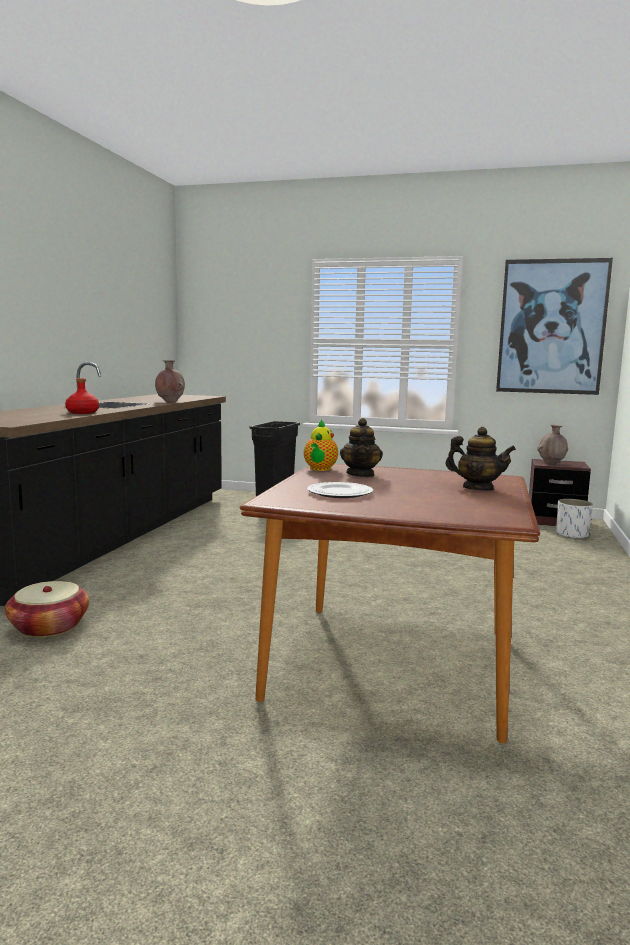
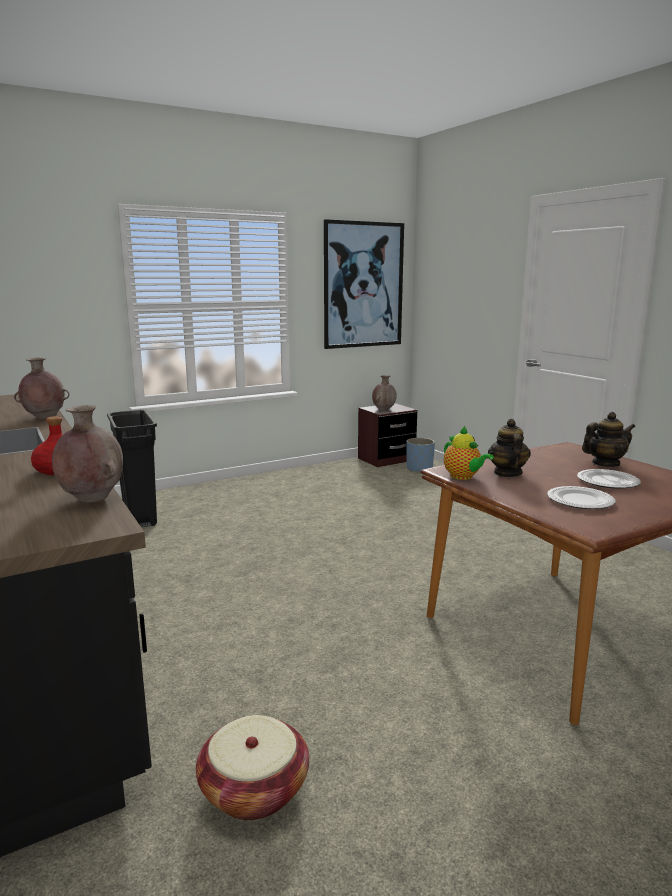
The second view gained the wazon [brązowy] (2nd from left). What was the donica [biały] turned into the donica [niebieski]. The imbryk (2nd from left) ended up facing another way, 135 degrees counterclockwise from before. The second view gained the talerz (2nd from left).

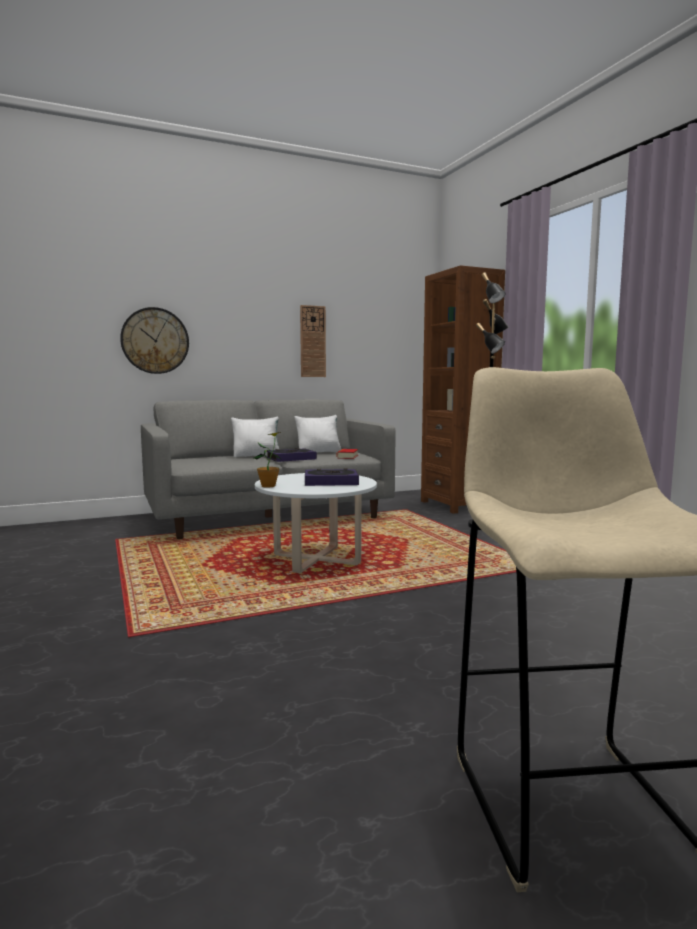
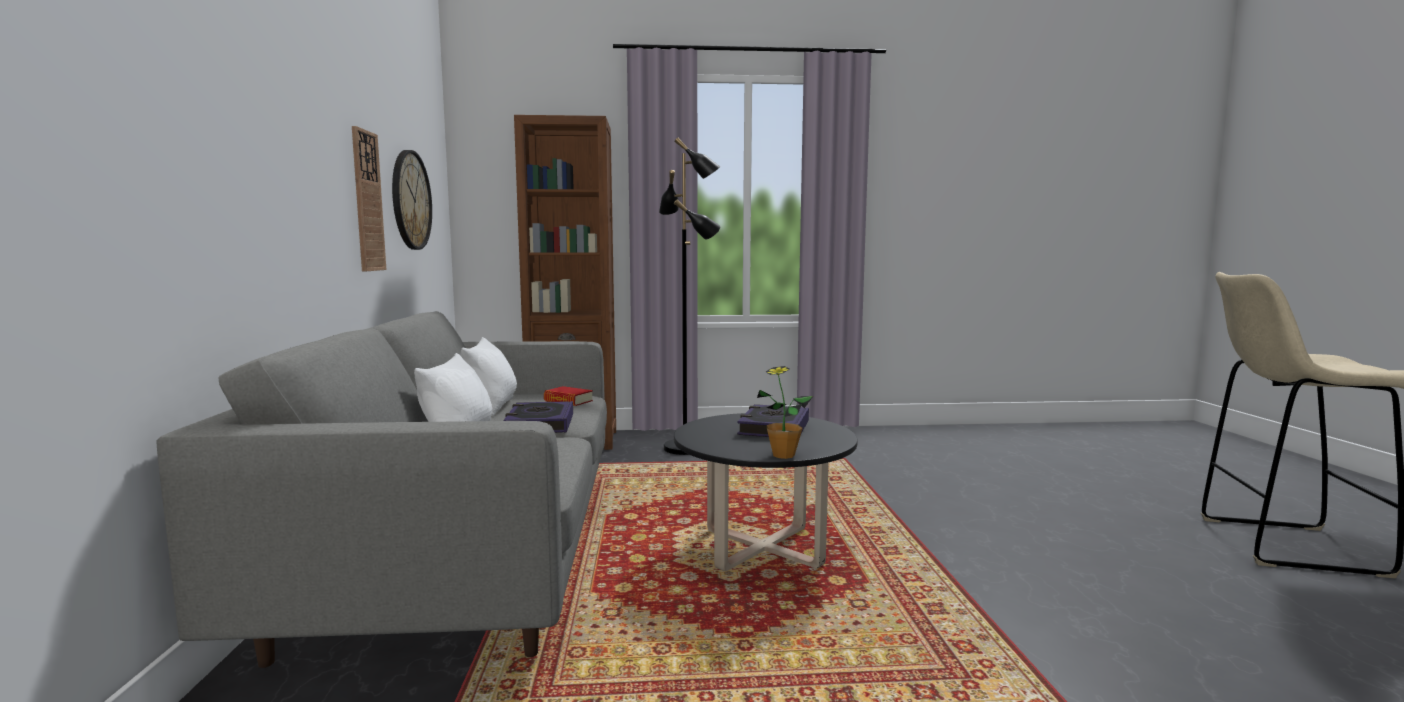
The zegar ścienny (1st from left in the first image) ended up elsewhere. What was the ława [biały] turned into the ława [czarny].

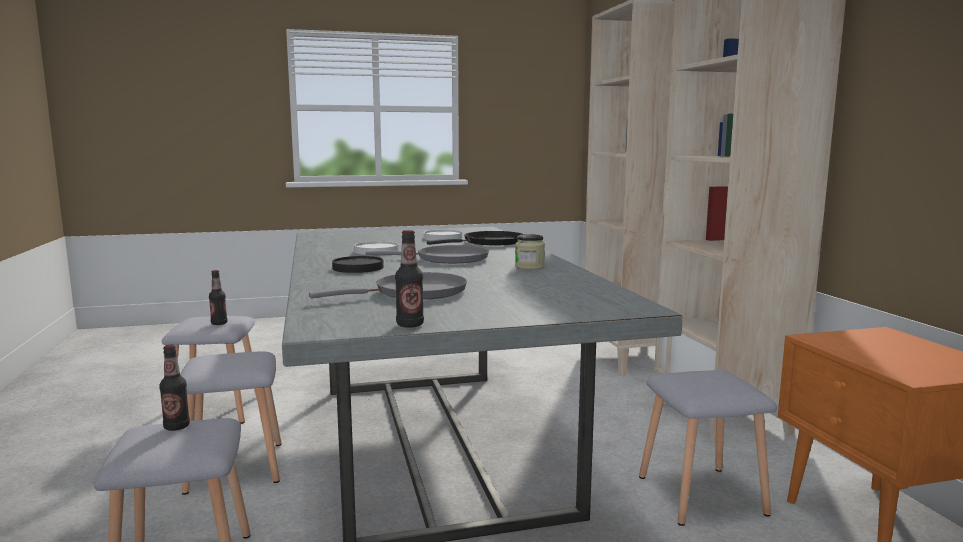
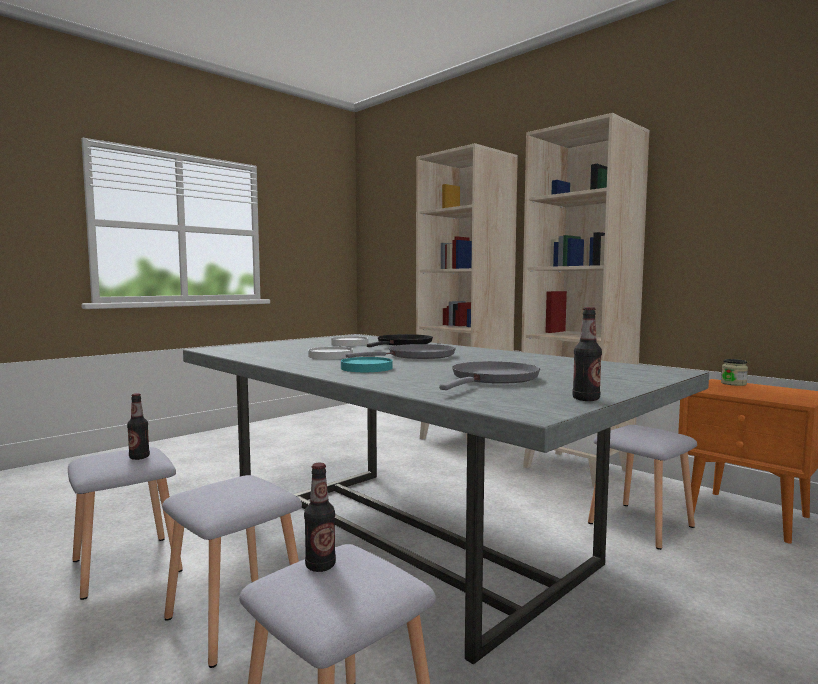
What was the talerz [czarny] turned into the talerz [turkusowy]. The słoik ended up elsewhere.

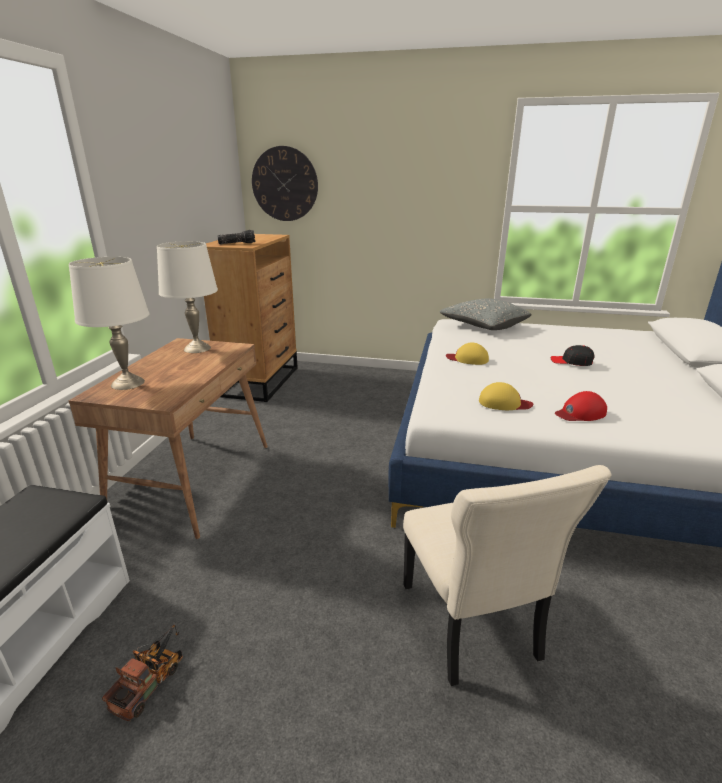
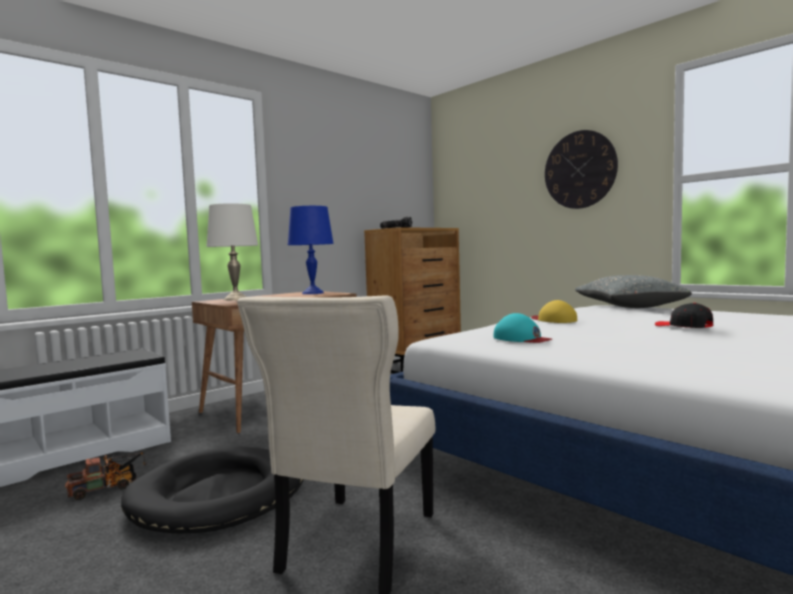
The second view gained the legowisko [czarny]. What was the lampa stołowa [biały] (2nd from left) turned into the lampa stołowa [niebieski]. What was the czapka z daszkiem [żółty] (2nd from left) turned into the czapka z daszkiem [turkusowy]. The zegar ścienny ended up elsewhere. The second view lost the czapka z daszkiem [czerwony].

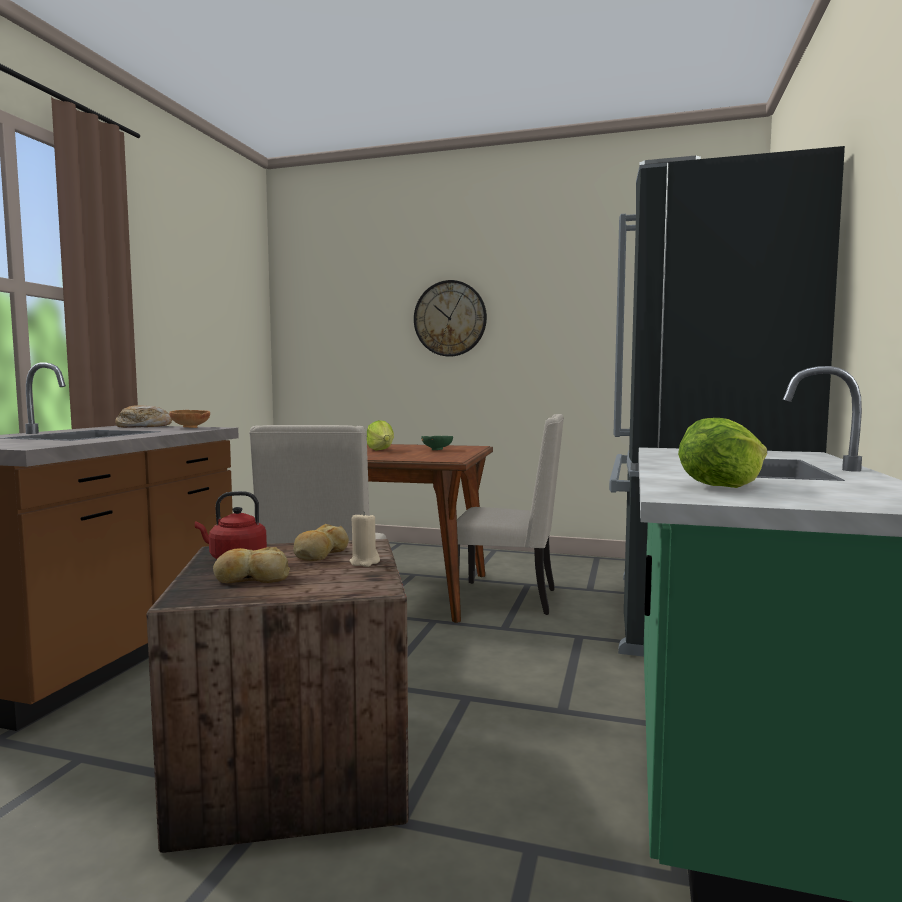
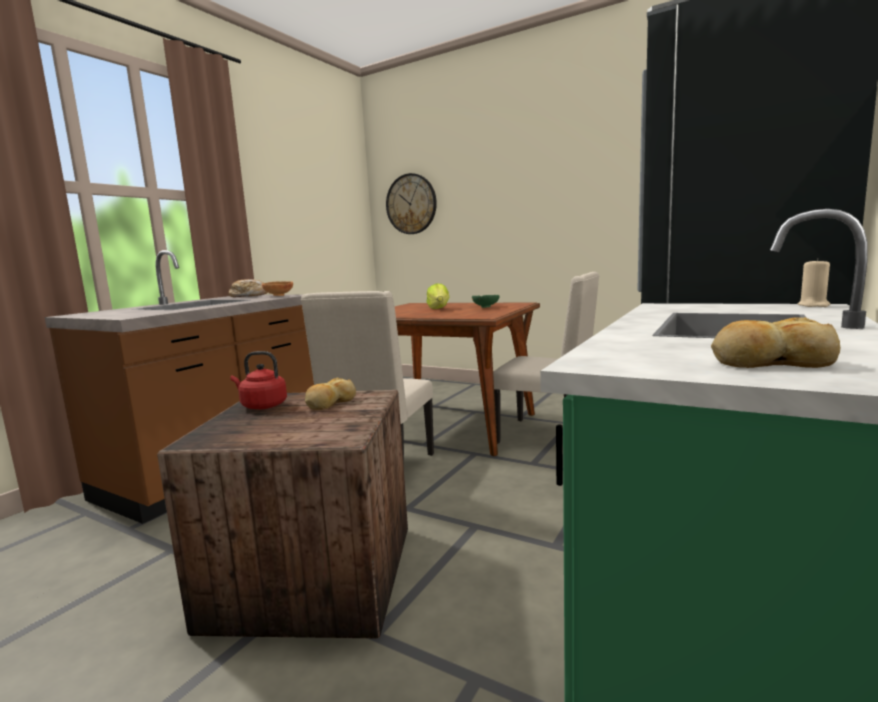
The zegar ścienny ended up elsewhere. The chleb (2nd from left in the first image) ended up elsewhere. The świeca [beżowy] ended up elsewhere. The second view lost the sałata (2nd from left).

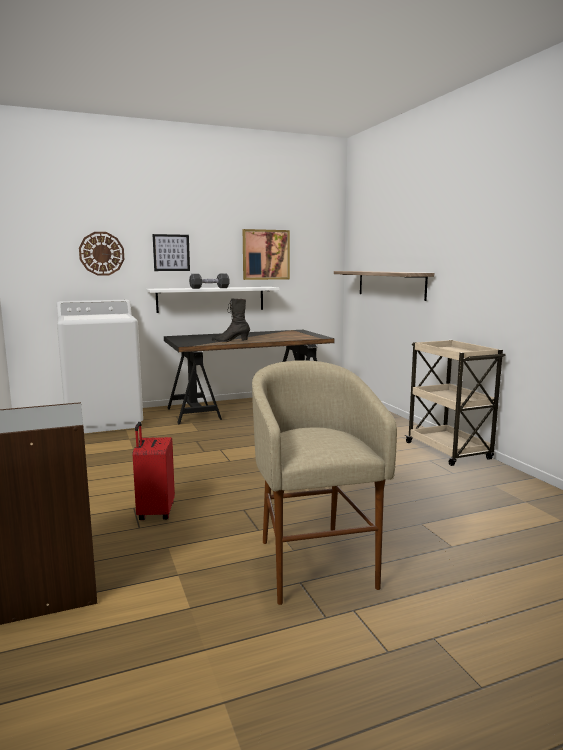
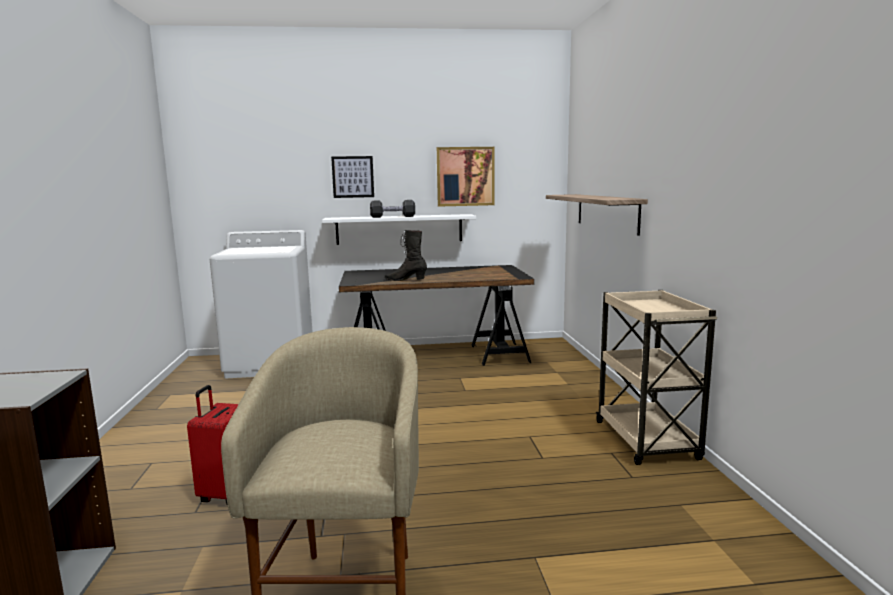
The second view lost the zegar ścienny.

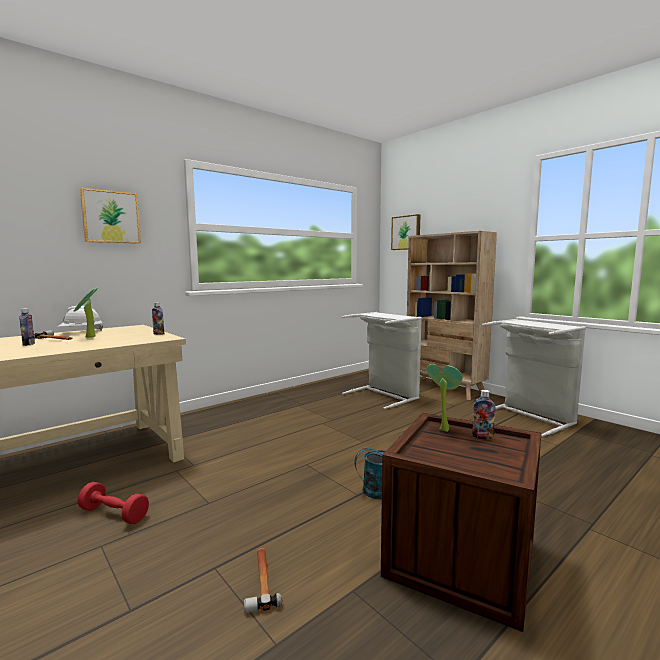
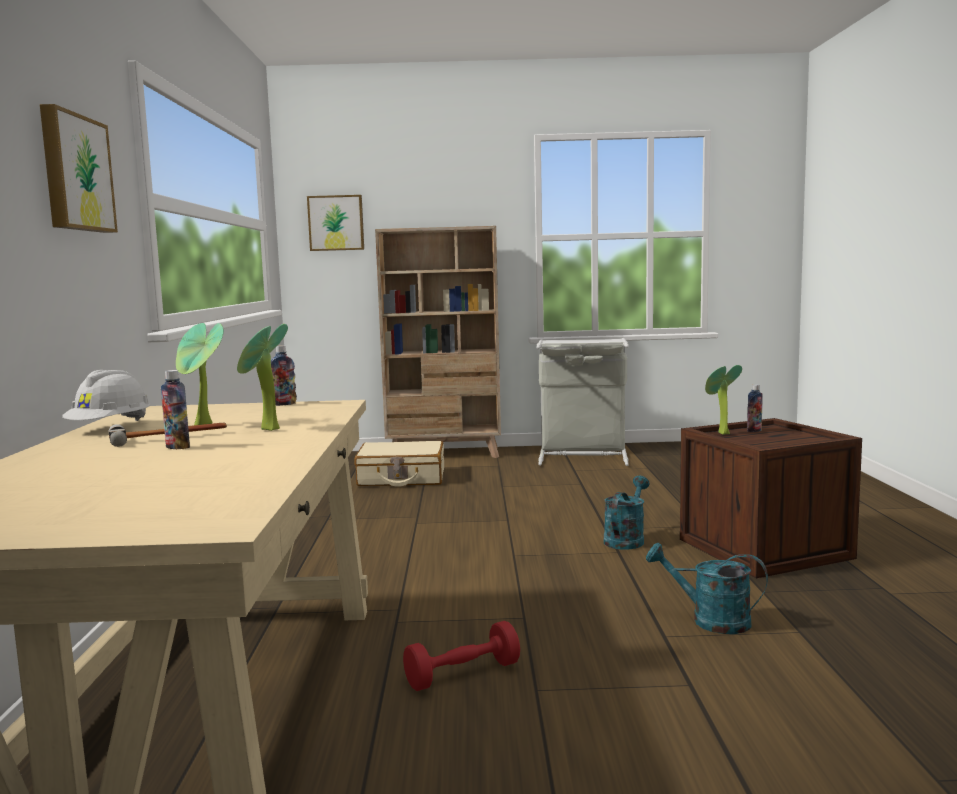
The second view gained the roślina doniczkowa (2nd from left). Where the kosz na pranie [szary] (1st from left) stood, the walizka [beżowy] came to stand. Where the młotek (2nd from left) stood, the konewka [turkusowy] (2nd from left) came to stand.

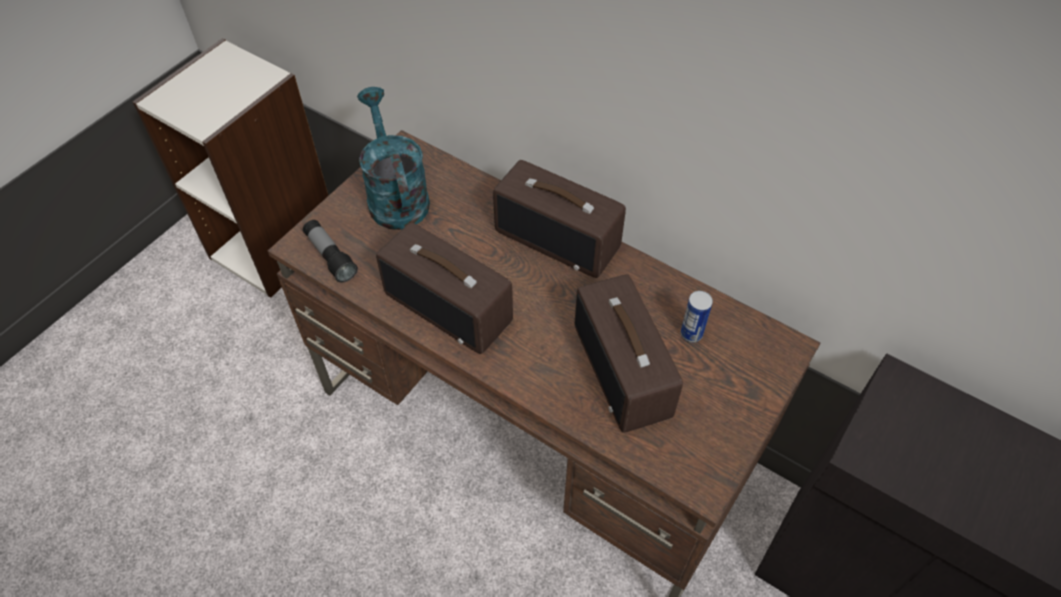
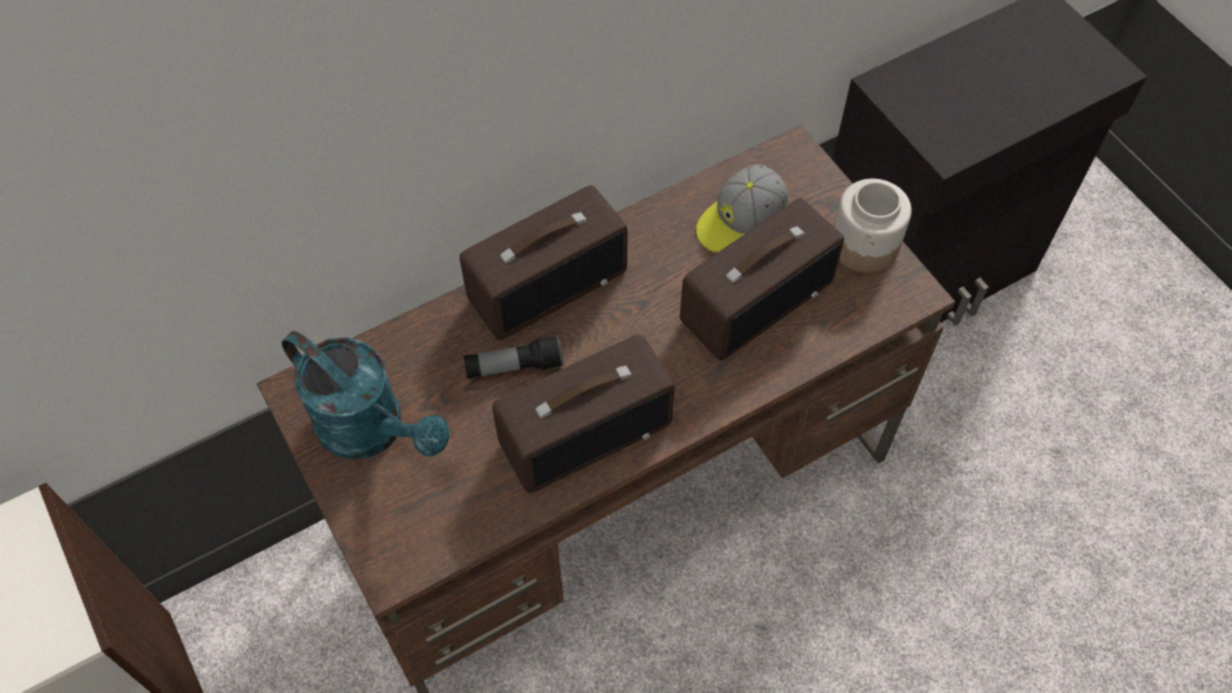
The konewka [turkusowy] ended up facing another way, 150 degrees counterclockwise from before. The latarka ended up elsewhere. The radio (3rd from left) ended up facing another way, 45 degrees counterclockwise from before. Where the puszka stood, the czapka z daszkiem came to stand. The second view gained the słoik.

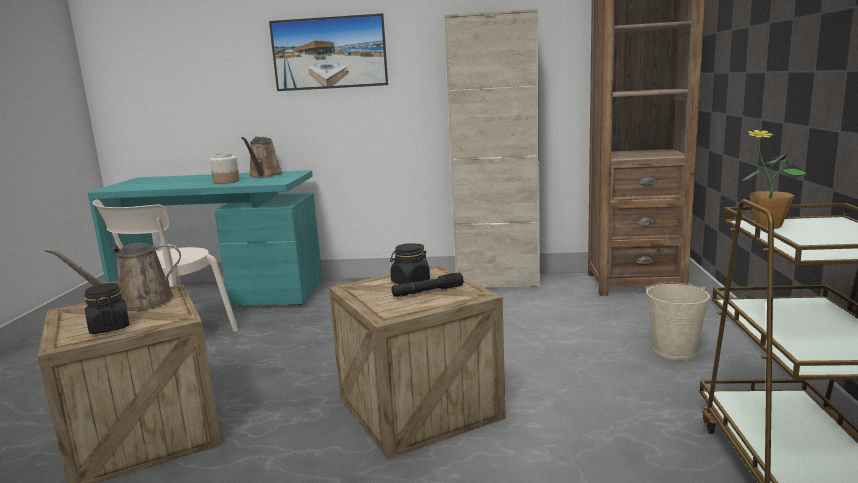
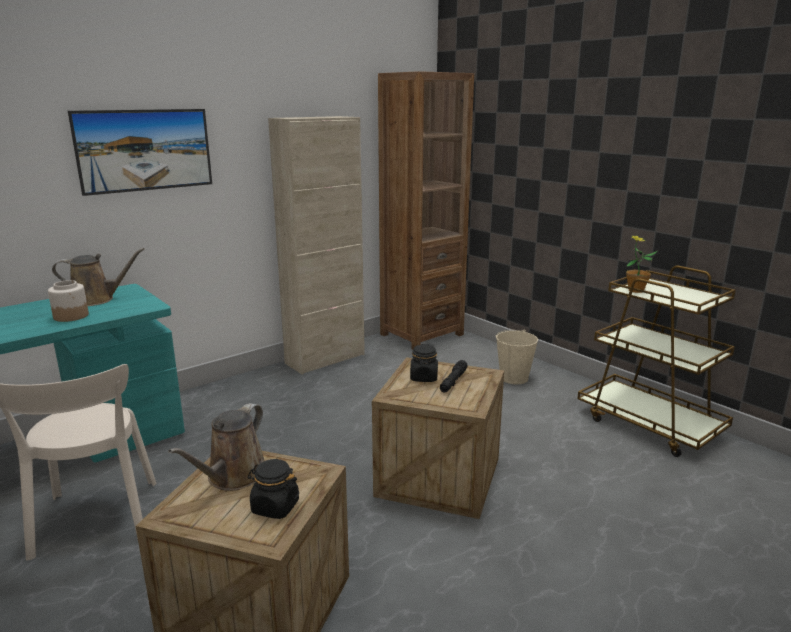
The konewka [brązowy] (2nd from left in the first image) ended up facing another way, 60 degrees counterclockwise from before.

